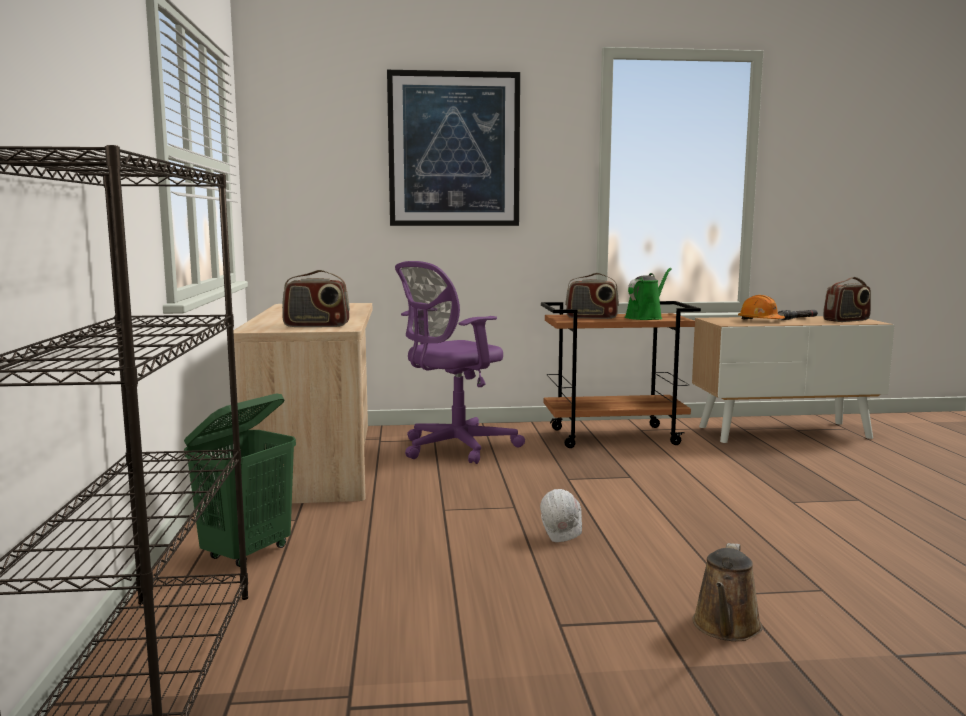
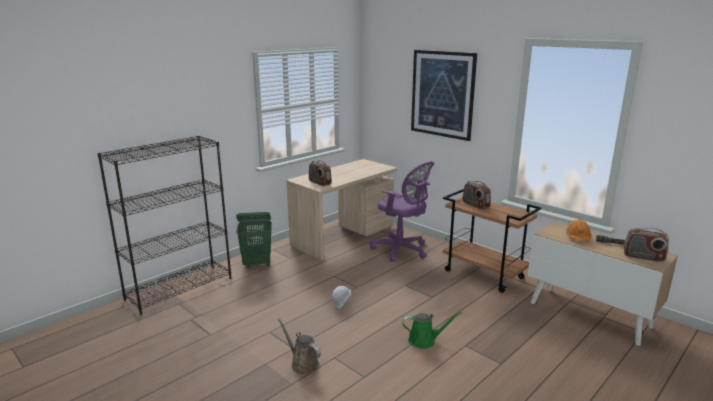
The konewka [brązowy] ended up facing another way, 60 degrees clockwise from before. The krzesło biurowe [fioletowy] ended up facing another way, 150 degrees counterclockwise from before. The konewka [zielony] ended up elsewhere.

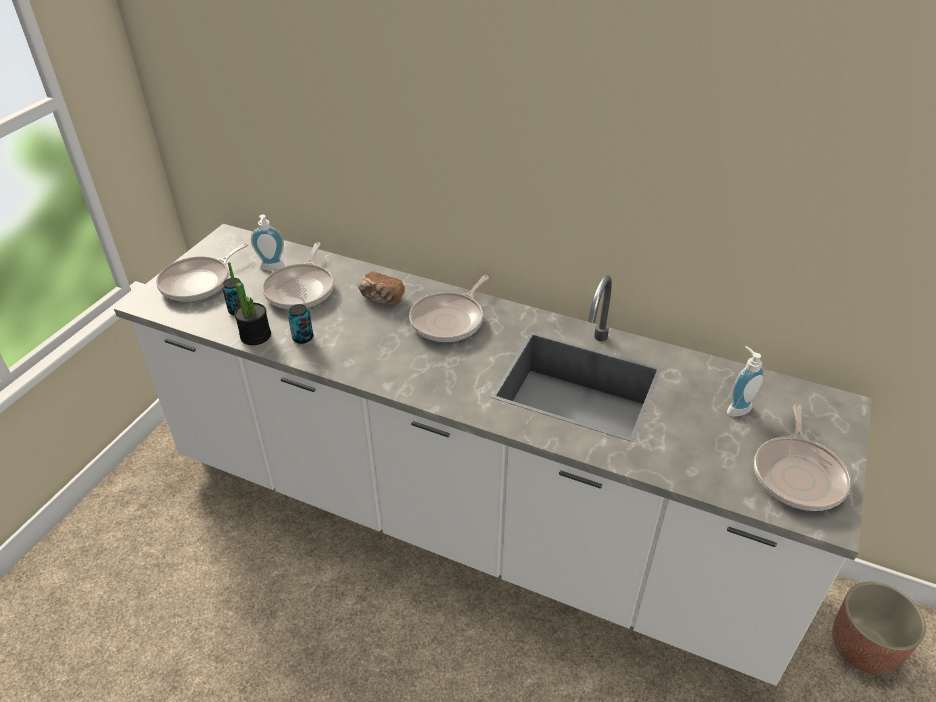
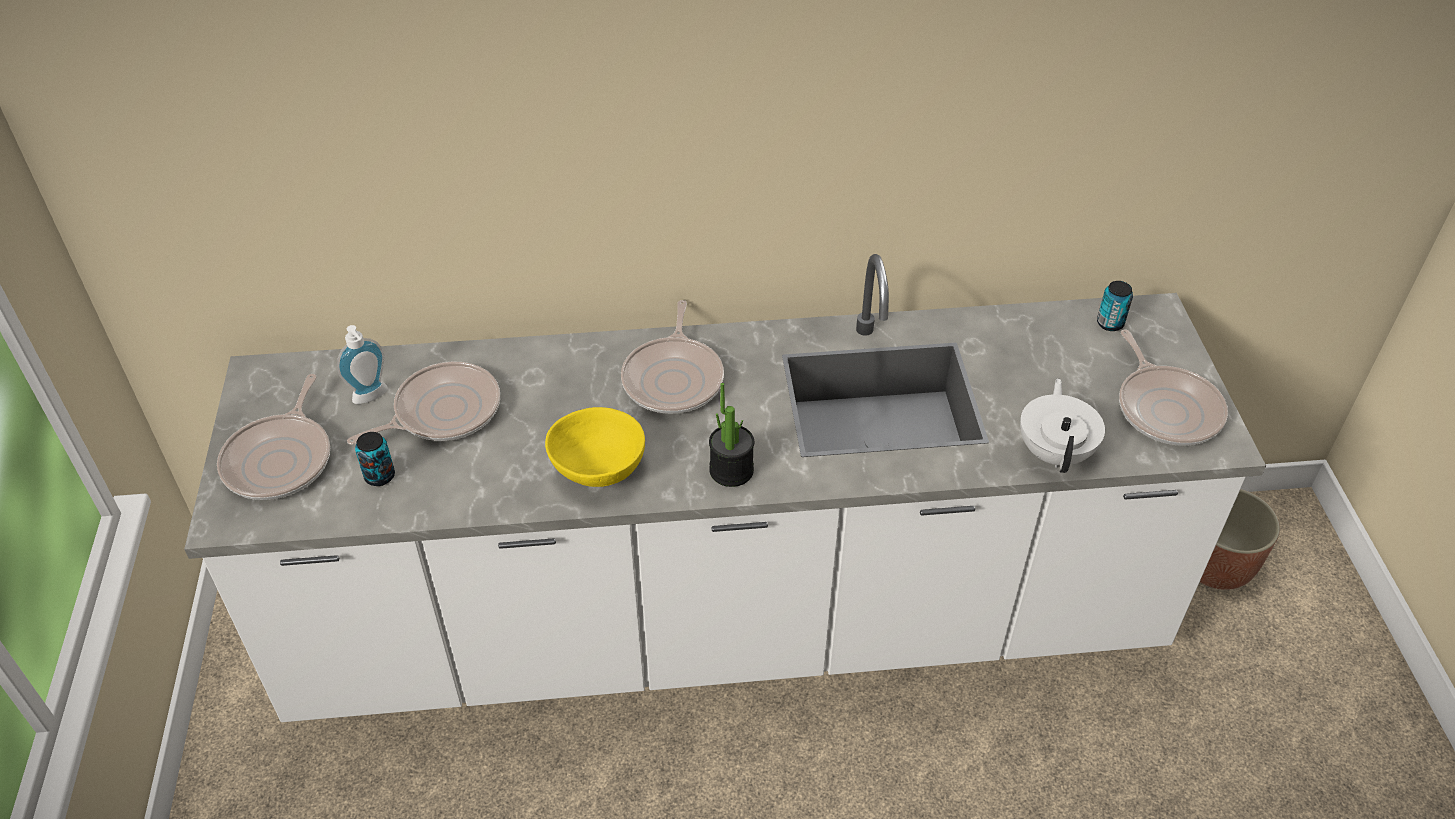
The patelnia (2nd from left) ended up facing another way, 105 degrees counterclockwise from before. The second view gained the miska [żółty]. The roślina doniczkowa ended up elsewhere. The second view gained the imbryk [biały]. The puszka (2nd from left) ended up elsewhere. The second view lost the chleb. The second view lost the dozownik mydła (2nd from left).

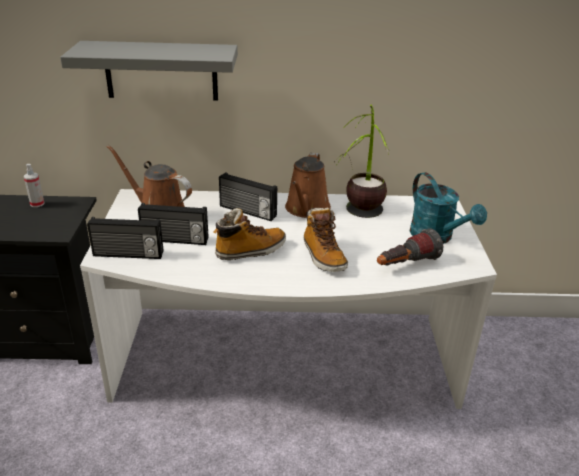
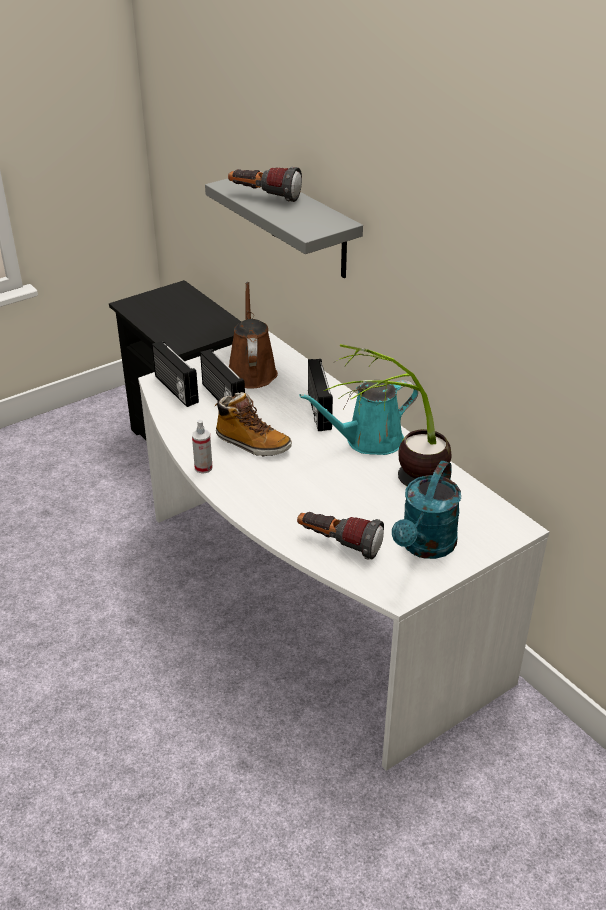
The spryskiwacz ended up elsewhere. The second view gained the latarka (1st from left). What was the konewka [brązowy] (2nd from left) turned into the konewka [turkusowy] (1st from left). The second view lost the but z cholewką (2nd from left).

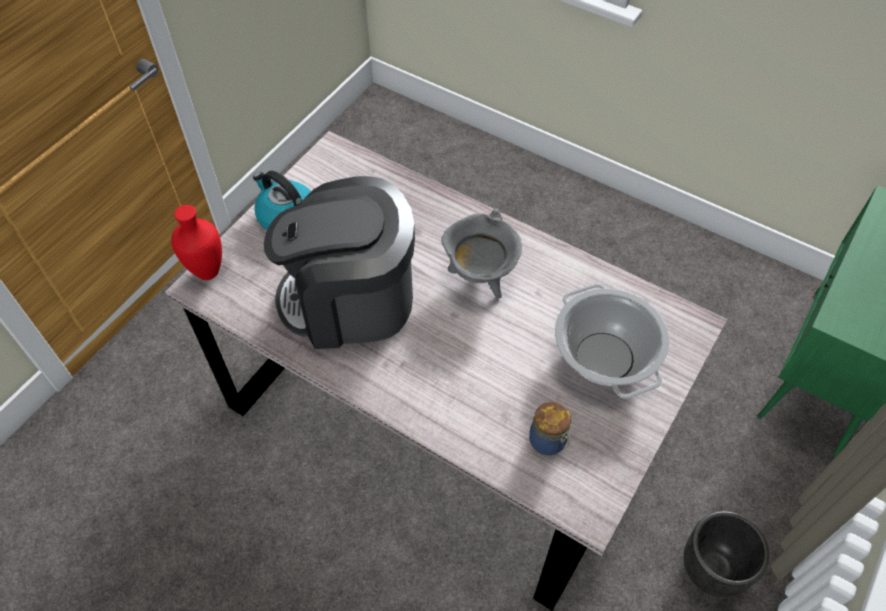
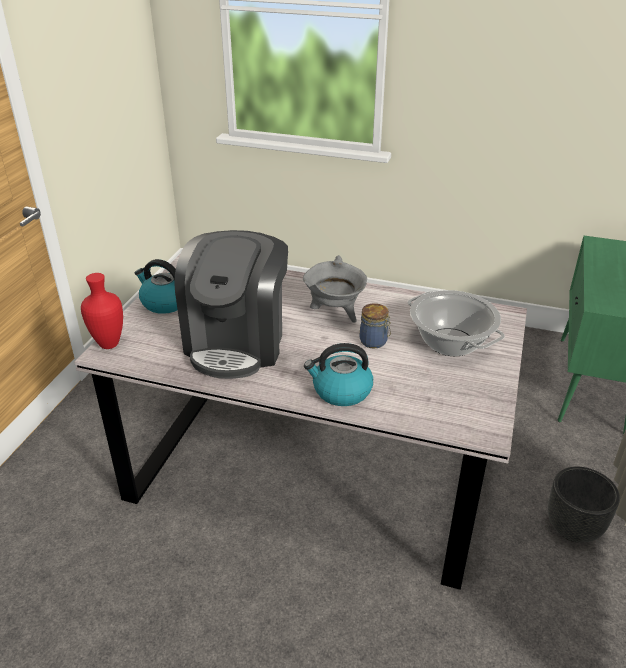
The ekspres do kawy ended up facing another way, 60 degrees counterclockwise from before. The second view gained the czajnik (2nd from left). The słoik ended up elsewhere.

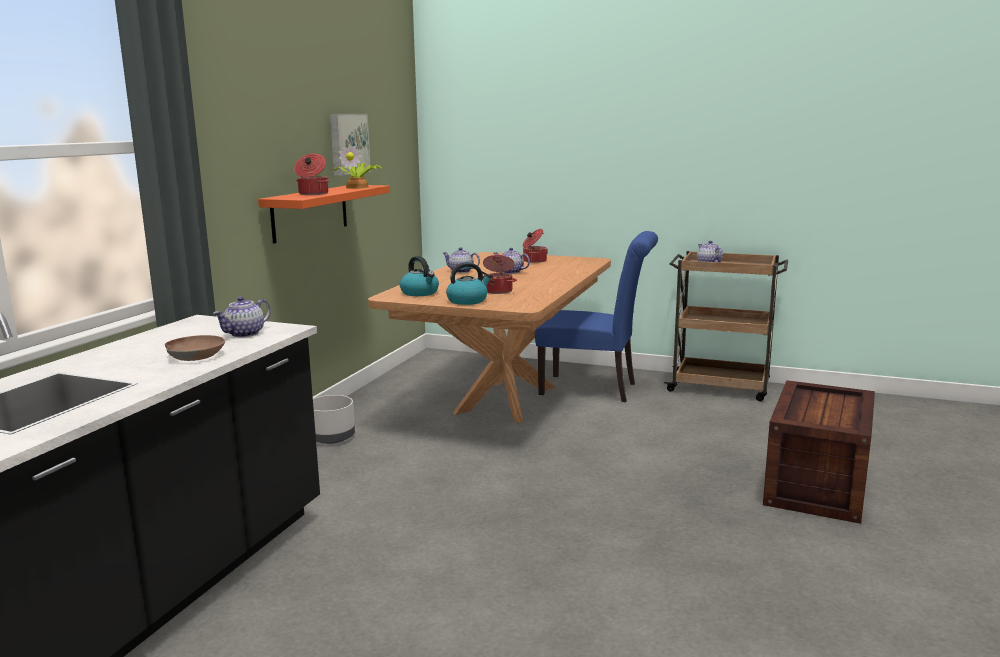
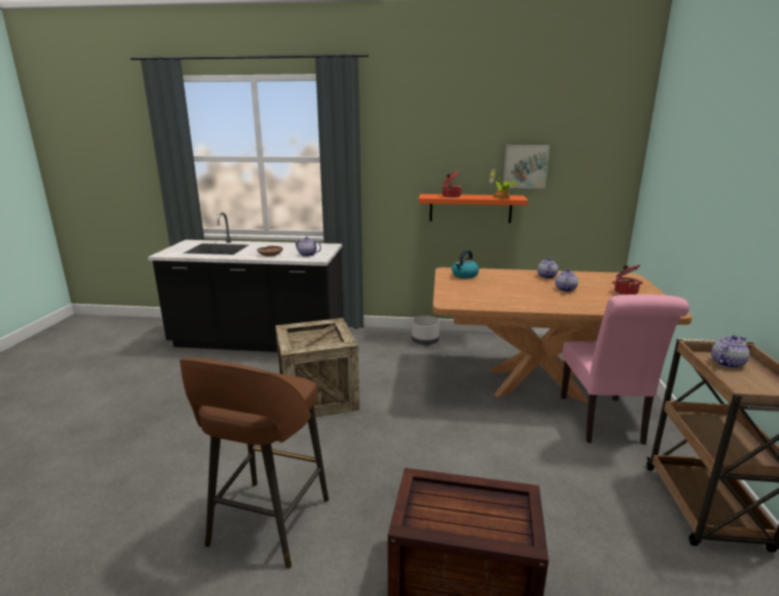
The second view gained the stołek [brązowy]. The second view gained the skrzynka (1st from left). What was the krzesło [niebieski] turned into the krzesło [różowy]. The second view lost the czajnik (2nd from left). The second view lost the garnek (2nd from left).

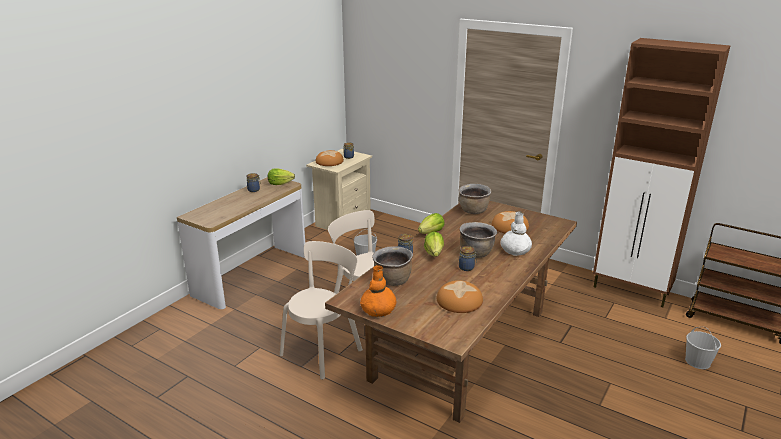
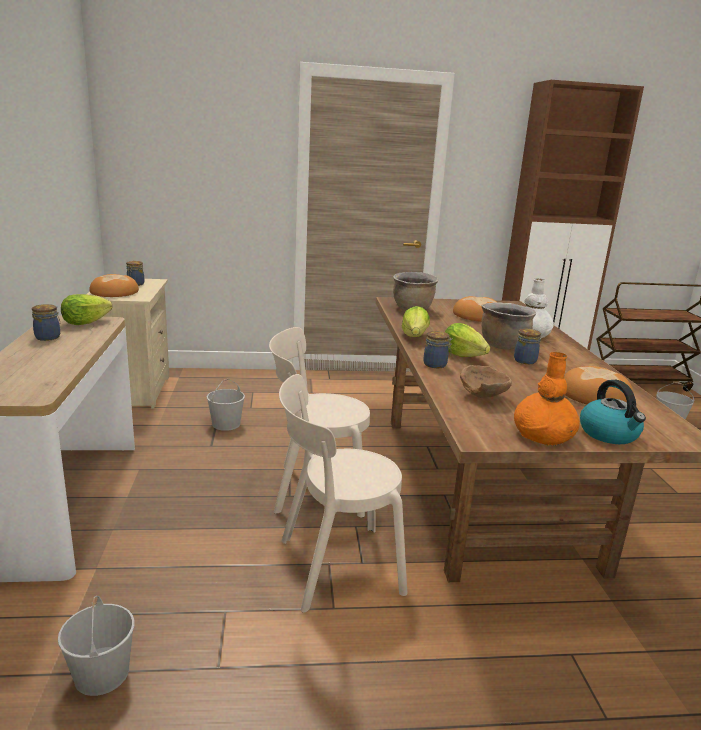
The second view gained the wiadro [biały] (1st from left). The krzesło [beżowy] (1st from left in the first image) ended up facing another way, 105 degrees counterclockwise from before. Where the garnek [brązowy] (1st from left) stood, the miska [brązowy] came to stand. The second view gained the czajnik.

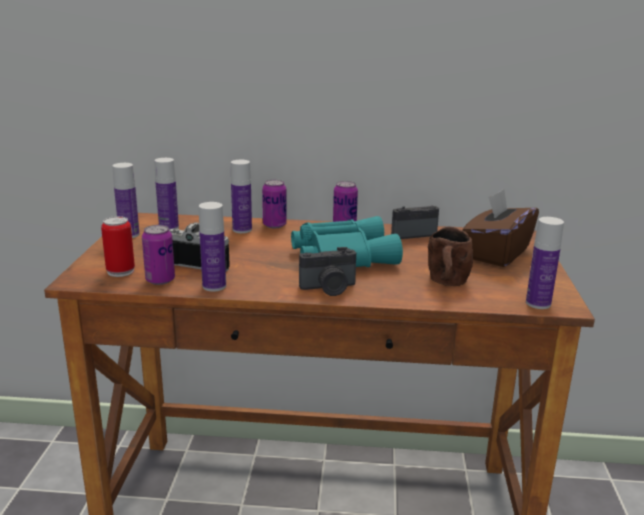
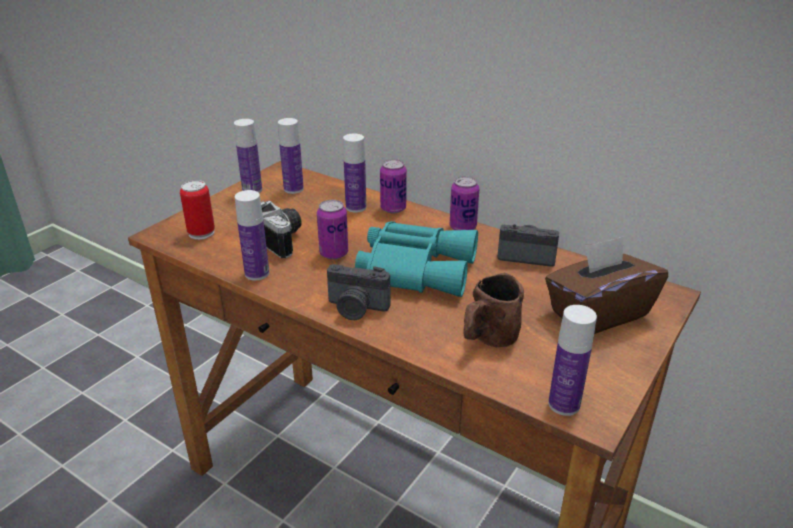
The puszka (2nd from left) ended up elsewhere.

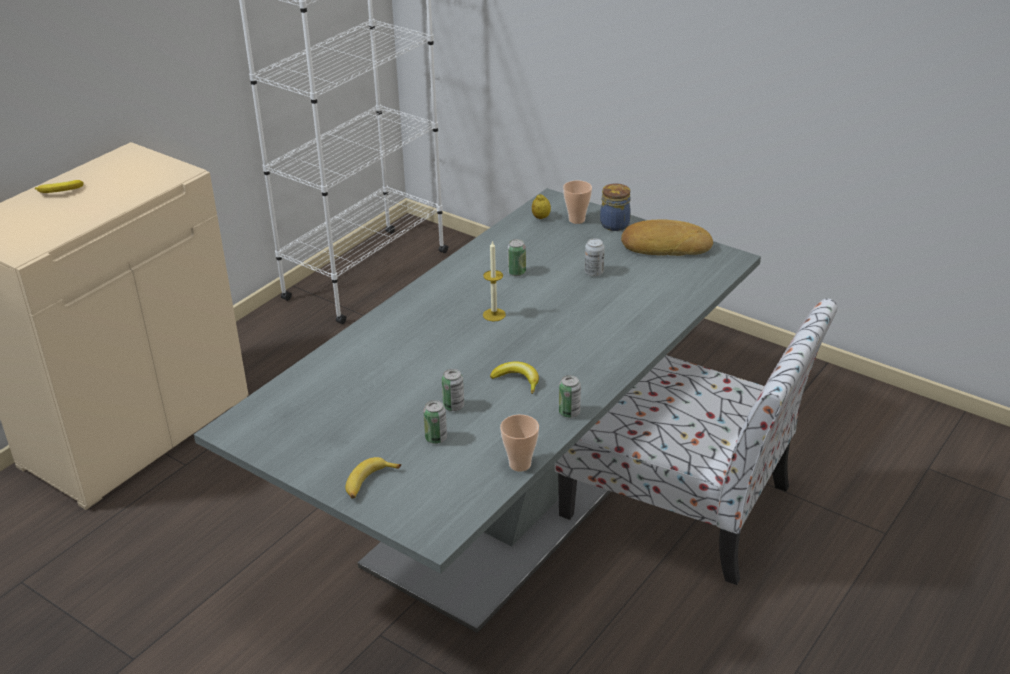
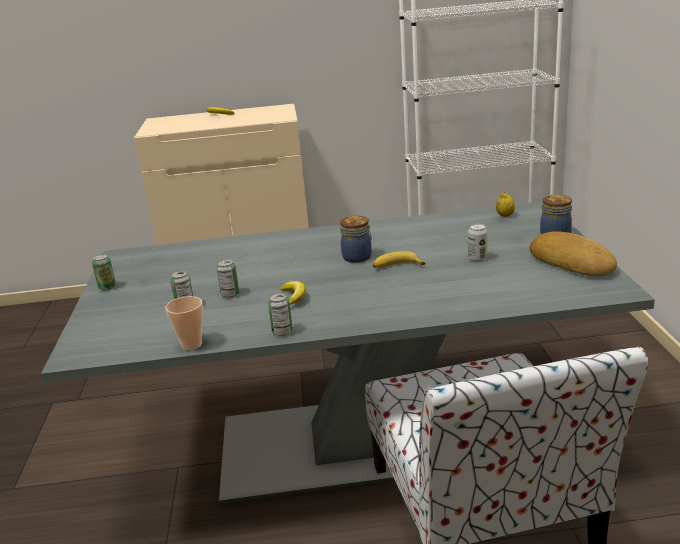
The puszka (3rd from left in the first image) ended up elsewhere. Where the świeca stood, the słoik (1st from left) came to stand. The banan (2nd from left in the first image) ended up elsewhere. The second view lost the filiżanka (2nd from left).

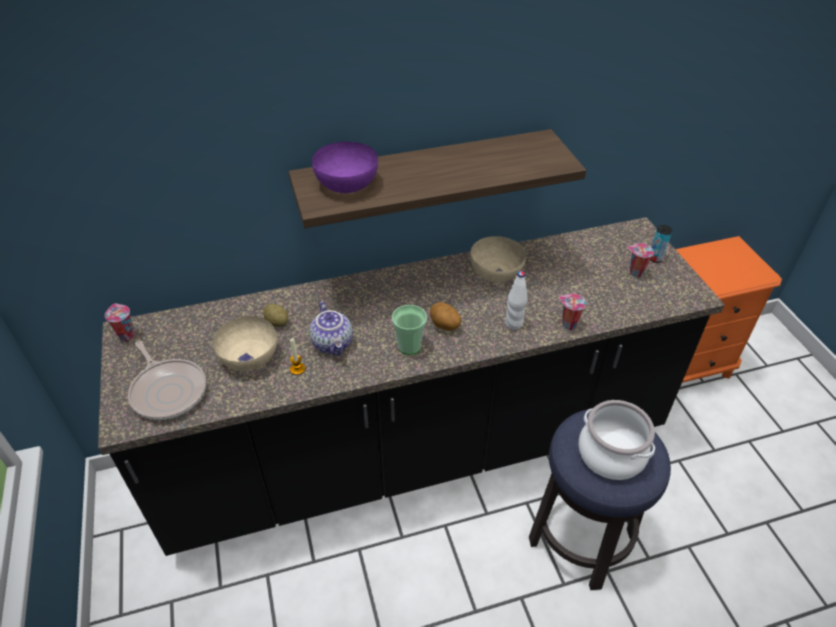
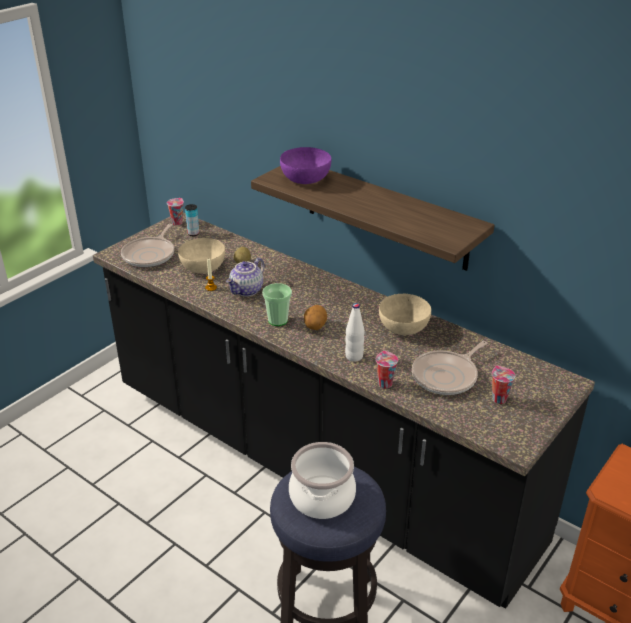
The puszka ended up elsewhere. The second view gained the patelnia (2nd from left).

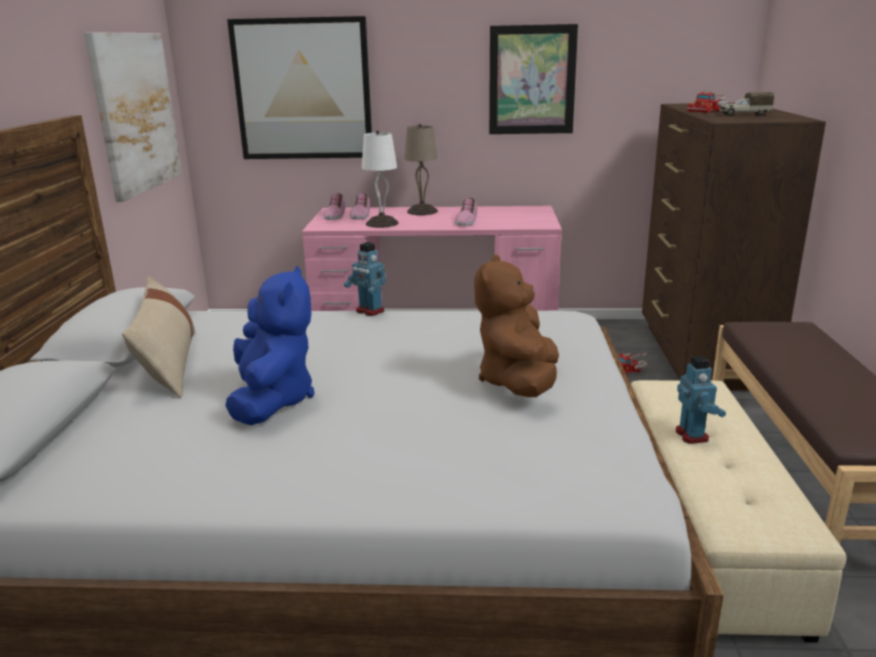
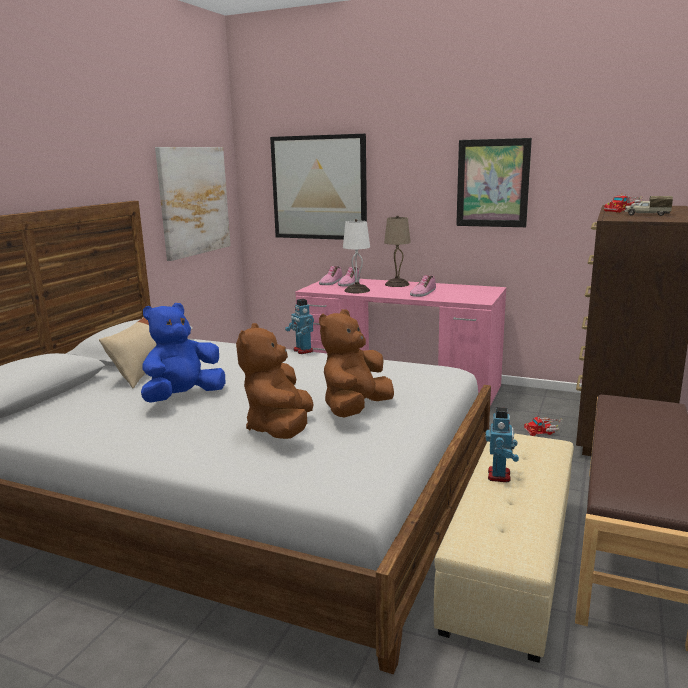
The pluszak [niebieski] ended up facing another way, 150 degrees counterclockwise from before. The second view gained the pluszak [brązowy] (1st from left).

